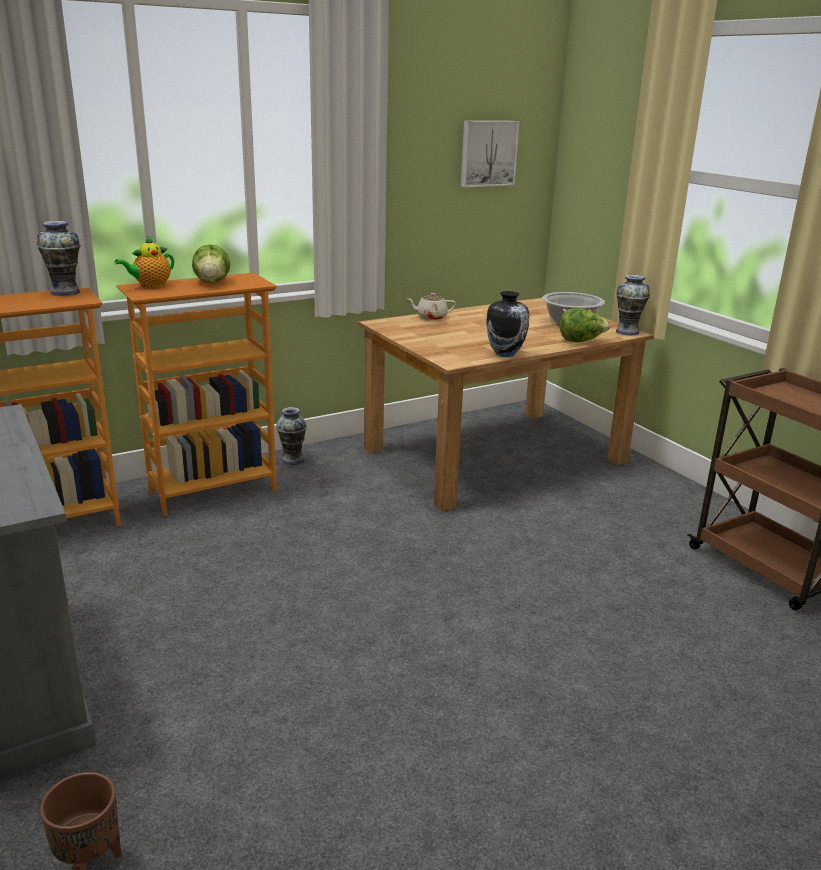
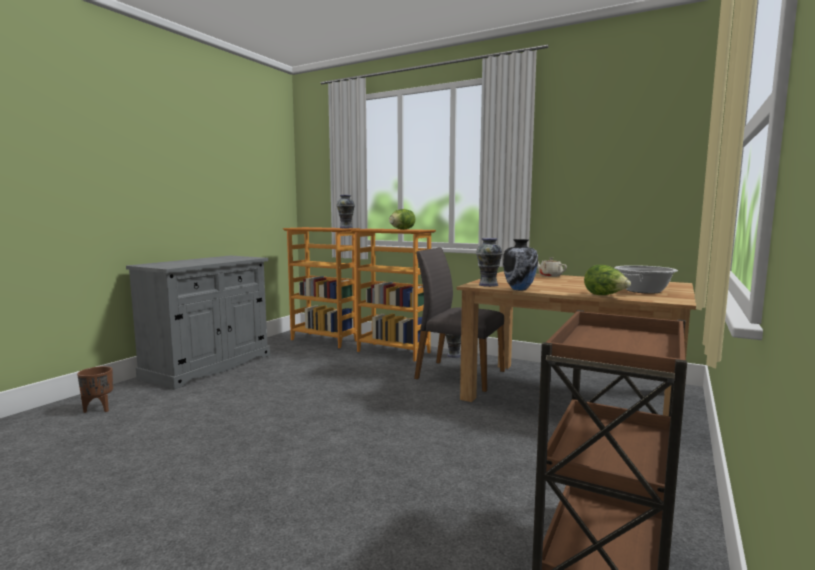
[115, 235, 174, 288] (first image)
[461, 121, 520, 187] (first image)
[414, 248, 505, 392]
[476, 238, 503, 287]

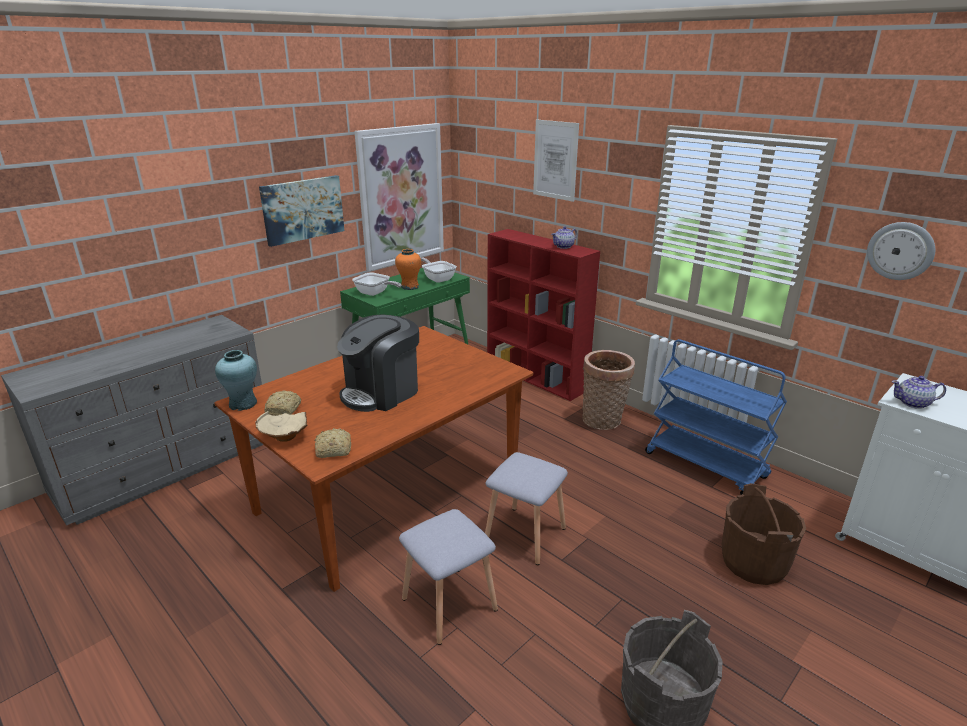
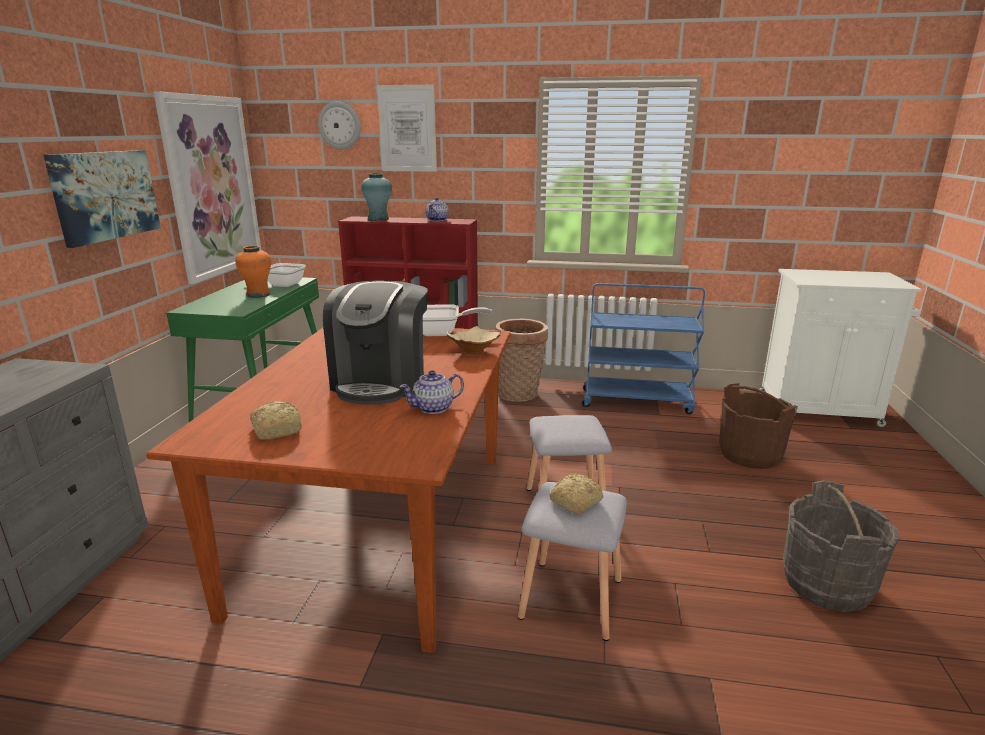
[361, 173, 392, 221]
[447, 326, 501, 354]
[549, 473, 603, 514]
[423, 304, 492, 336]
[318, 102, 361, 149]
[399, 370, 464, 414]

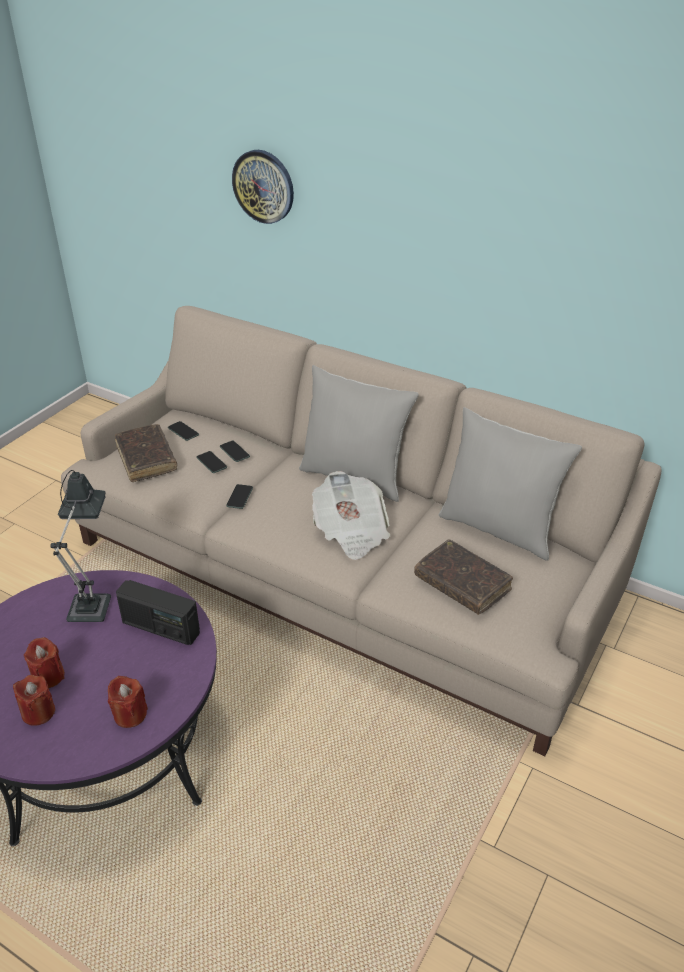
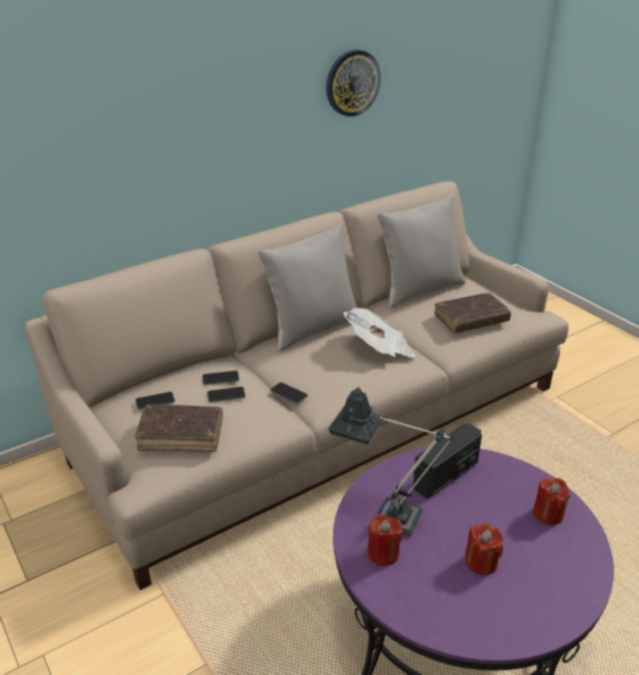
[367, 514, 403, 566]
[326, 50, 381, 117]

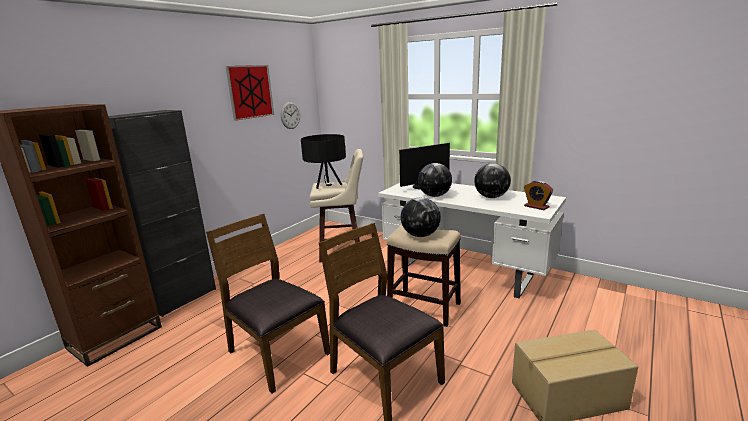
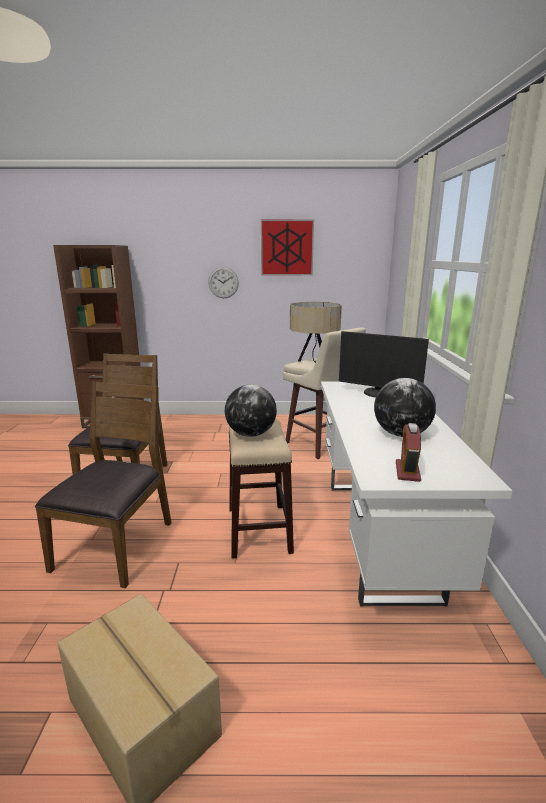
[108, 110, 216, 317] (first image)
[418, 163, 452, 197] (first image)
[208, 267, 239, 298]
[290, 302, 342, 363]

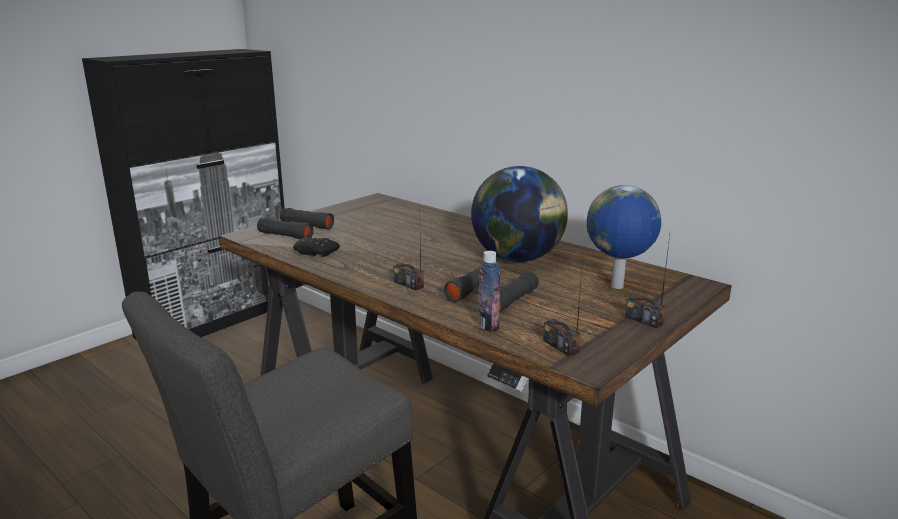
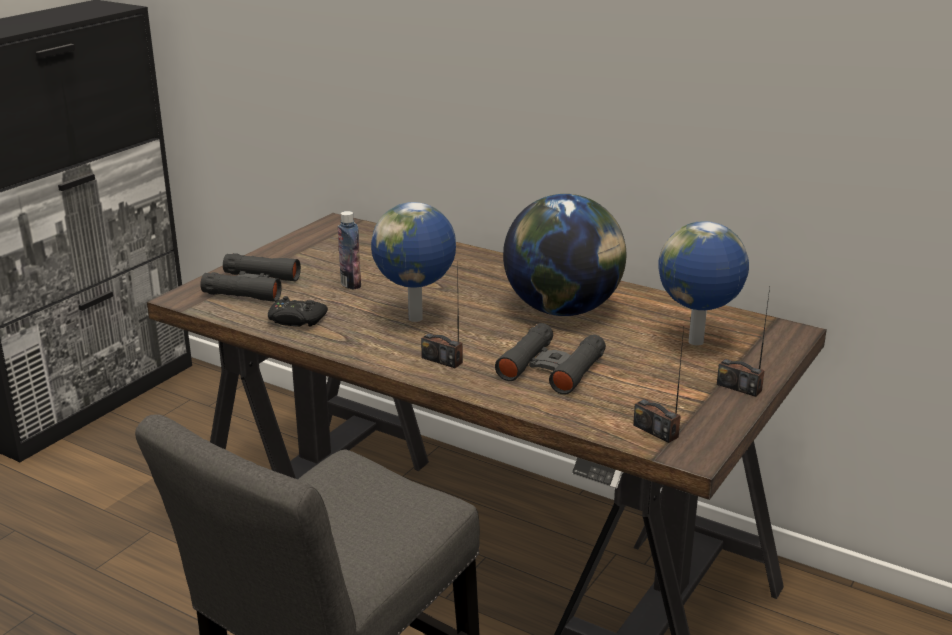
[371, 202, 456, 322]
[338, 211, 361, 290]

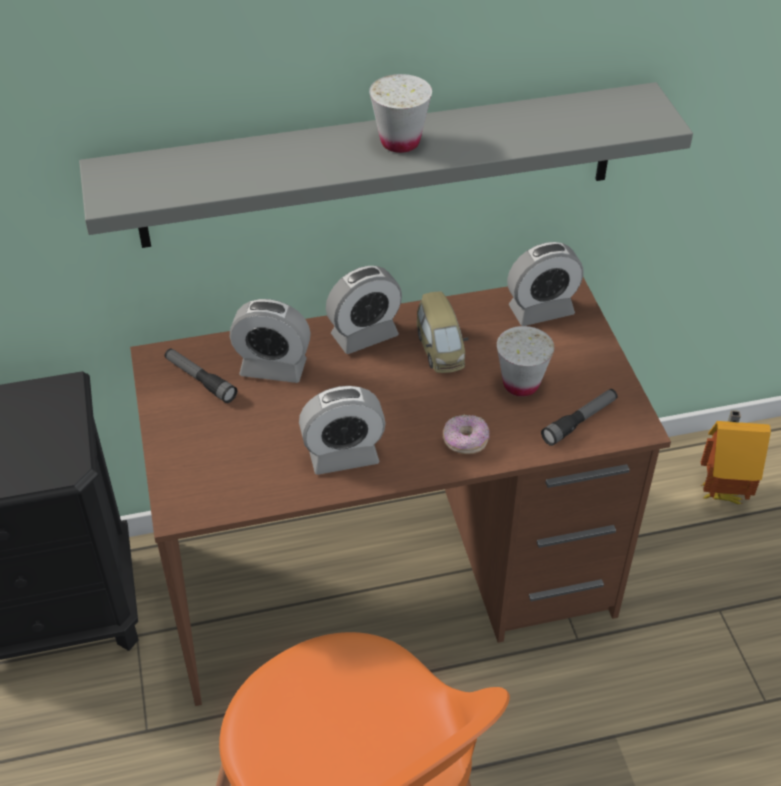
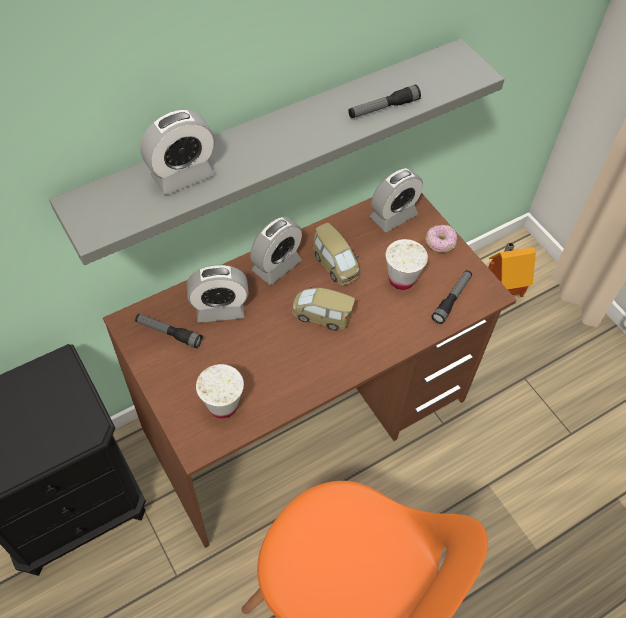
[292, 285, 355, 331]
[348, 84, 421, 118]
[140, 110, 215, 195]
[196, 364, 244, 418]
[425, 225, 457, 252]

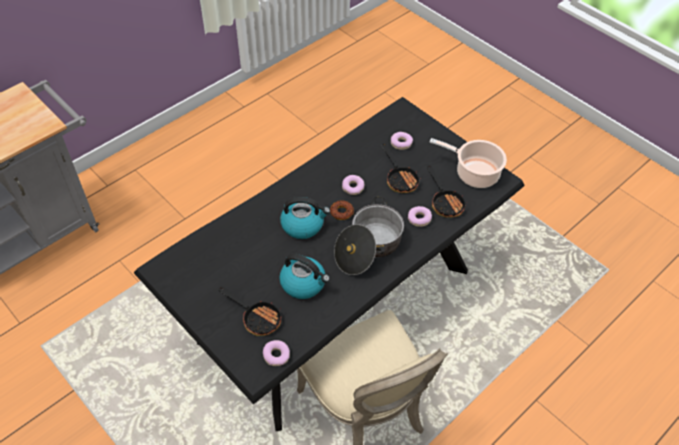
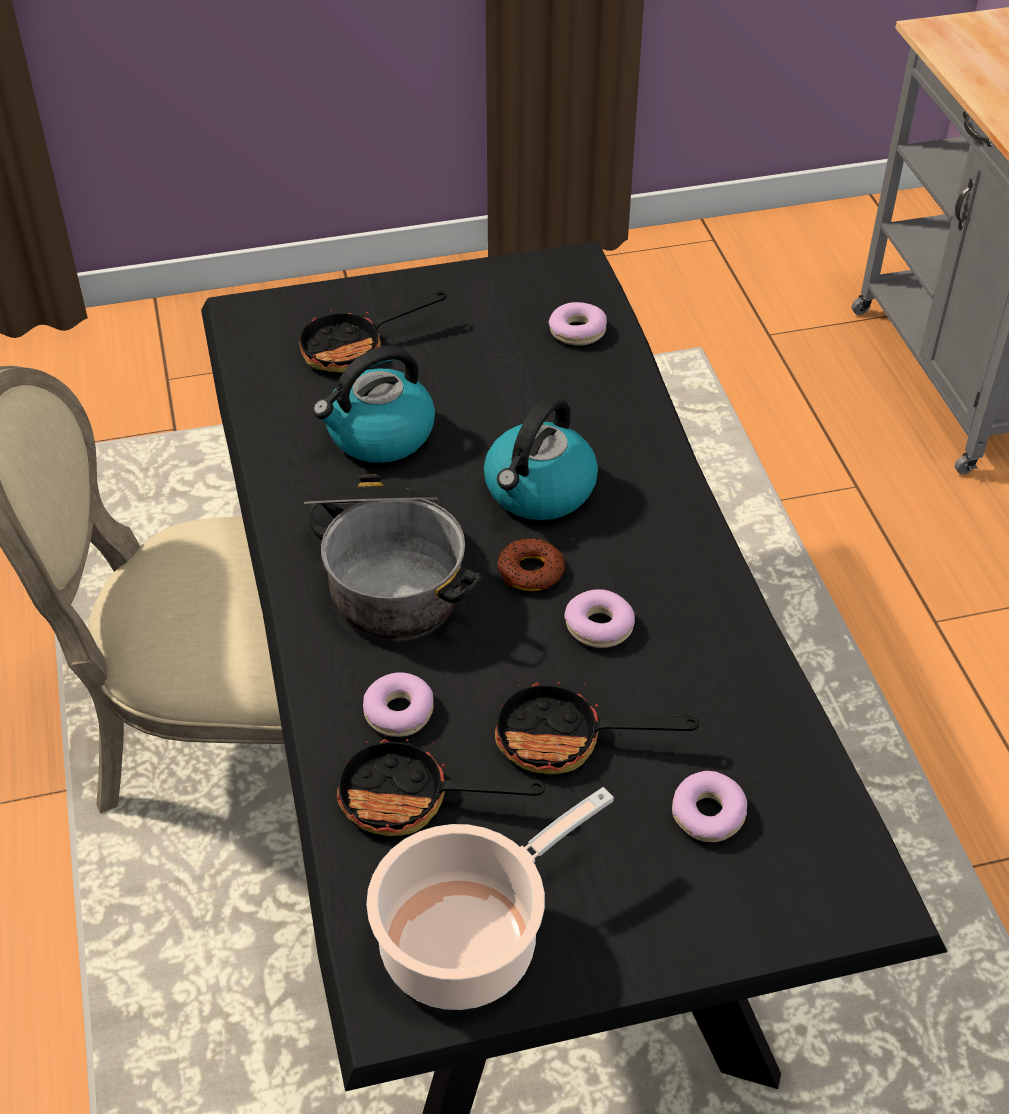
[548, 302, 607, 346]

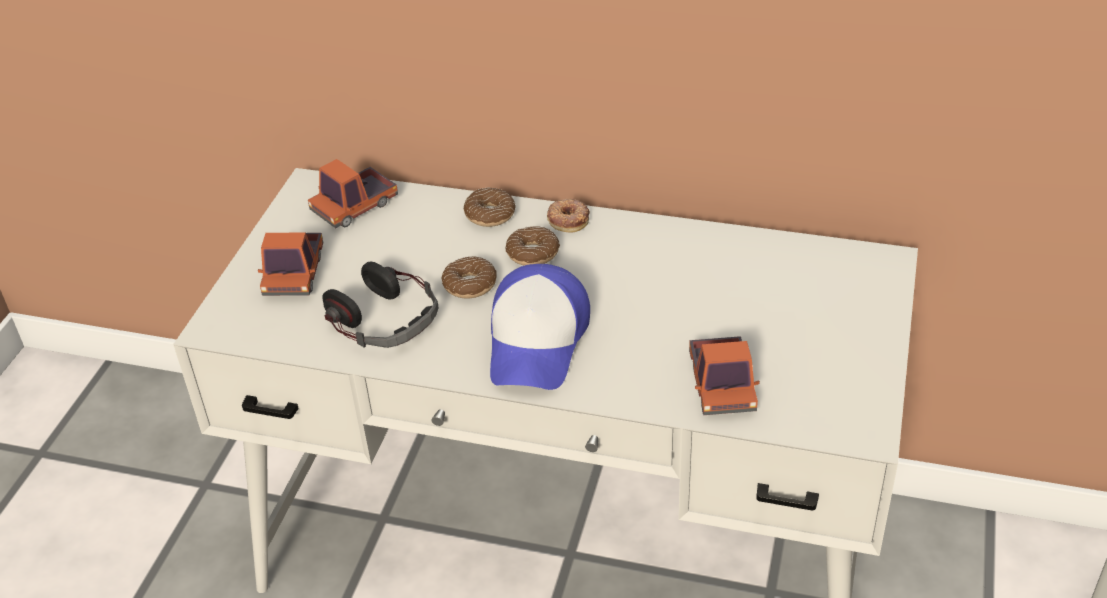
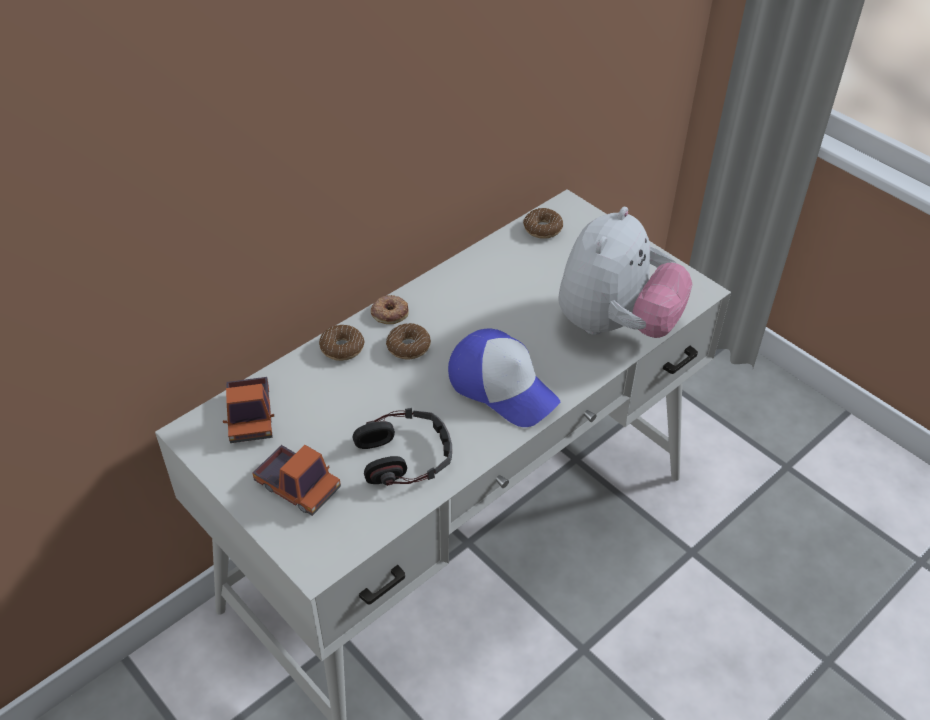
[523, 208, 563, 239]
[558, 207, 693, 338]

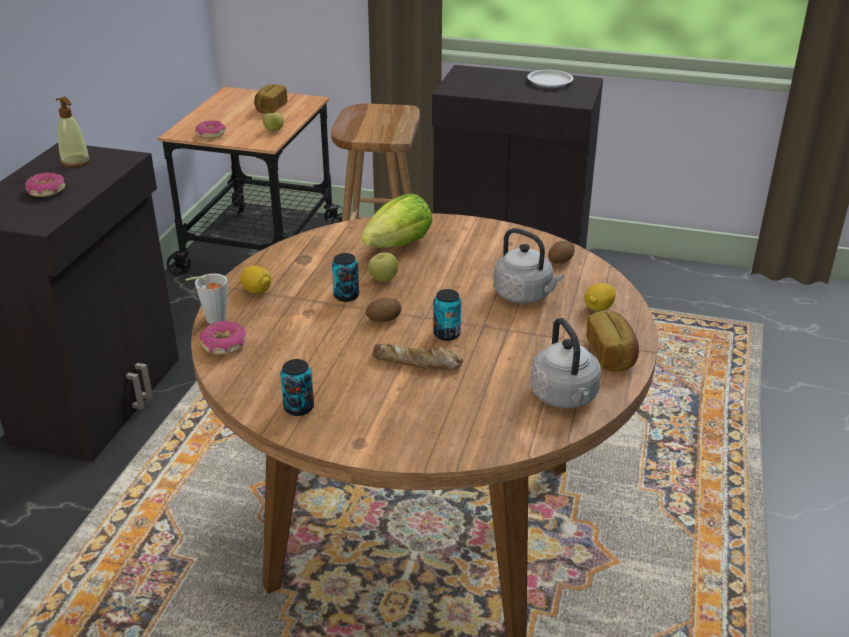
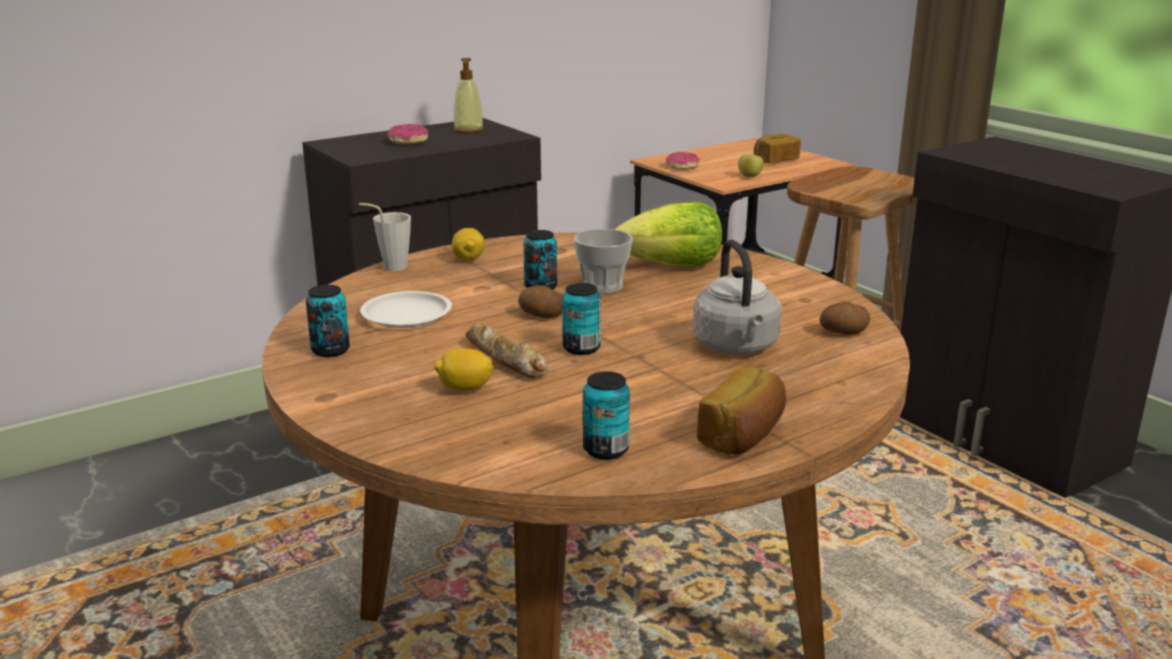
[199, 321, 246, 355] (first image)
[360, 291, 452, 328]
[434, 348, 494, 391]
[574, 229, 633, 294]
[583, 371, 630, 460]

